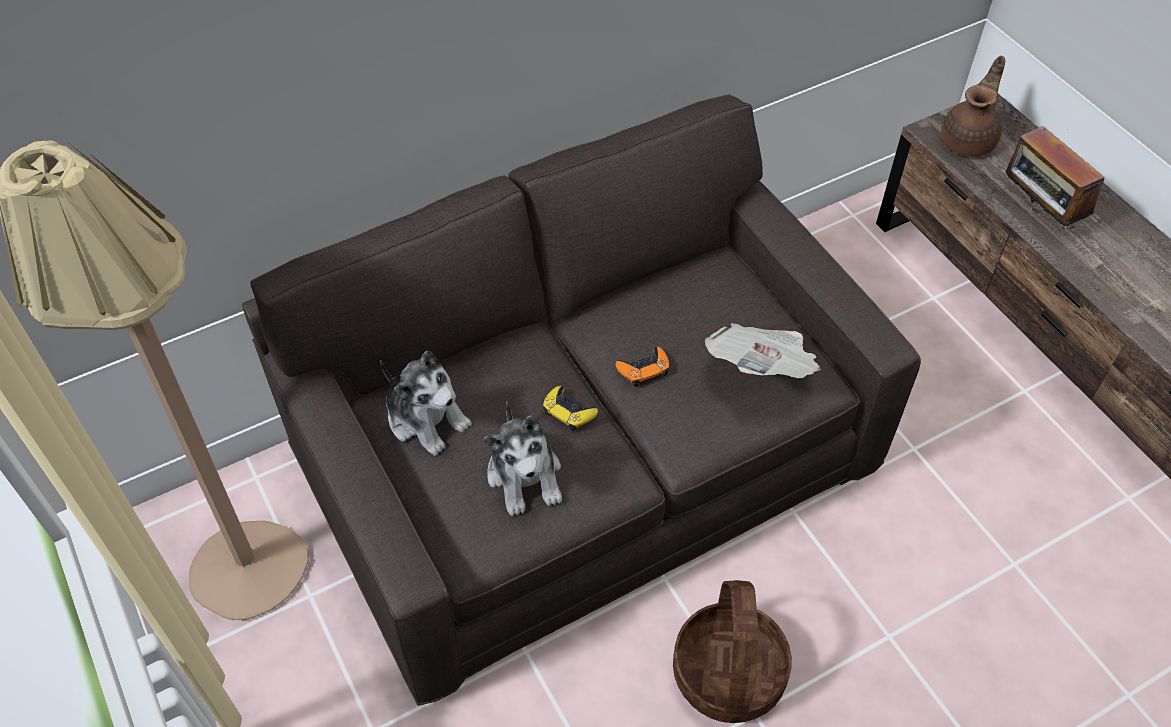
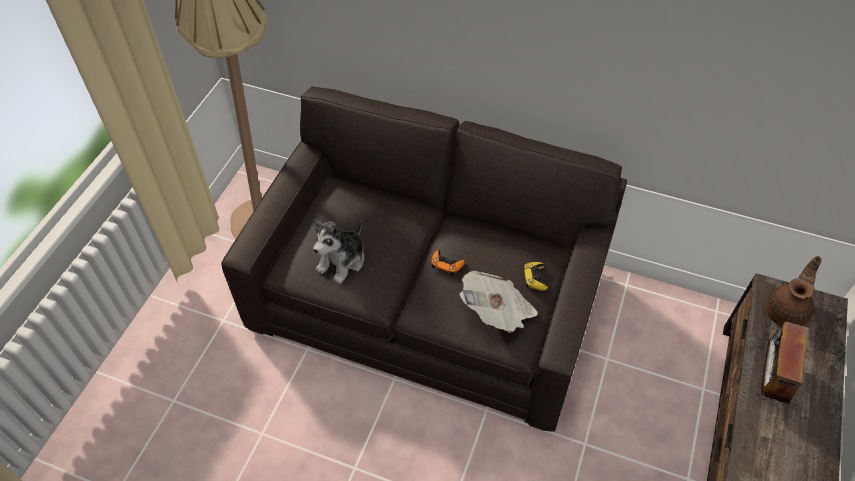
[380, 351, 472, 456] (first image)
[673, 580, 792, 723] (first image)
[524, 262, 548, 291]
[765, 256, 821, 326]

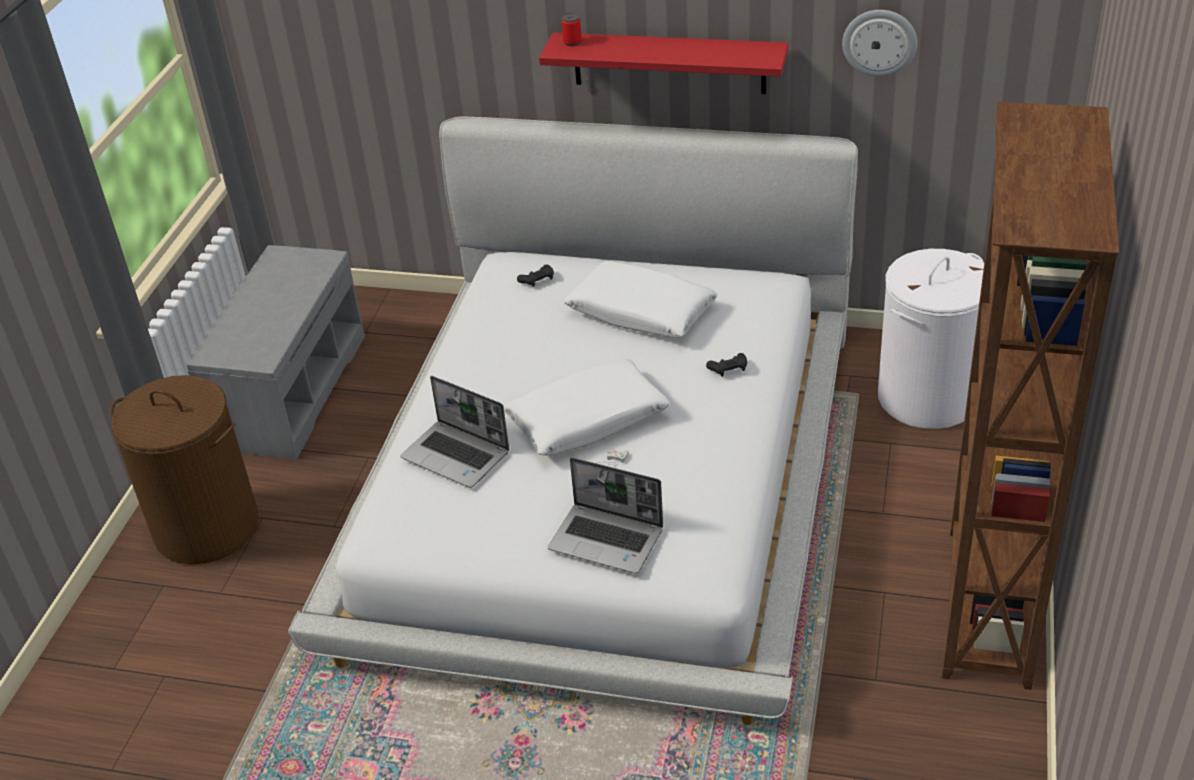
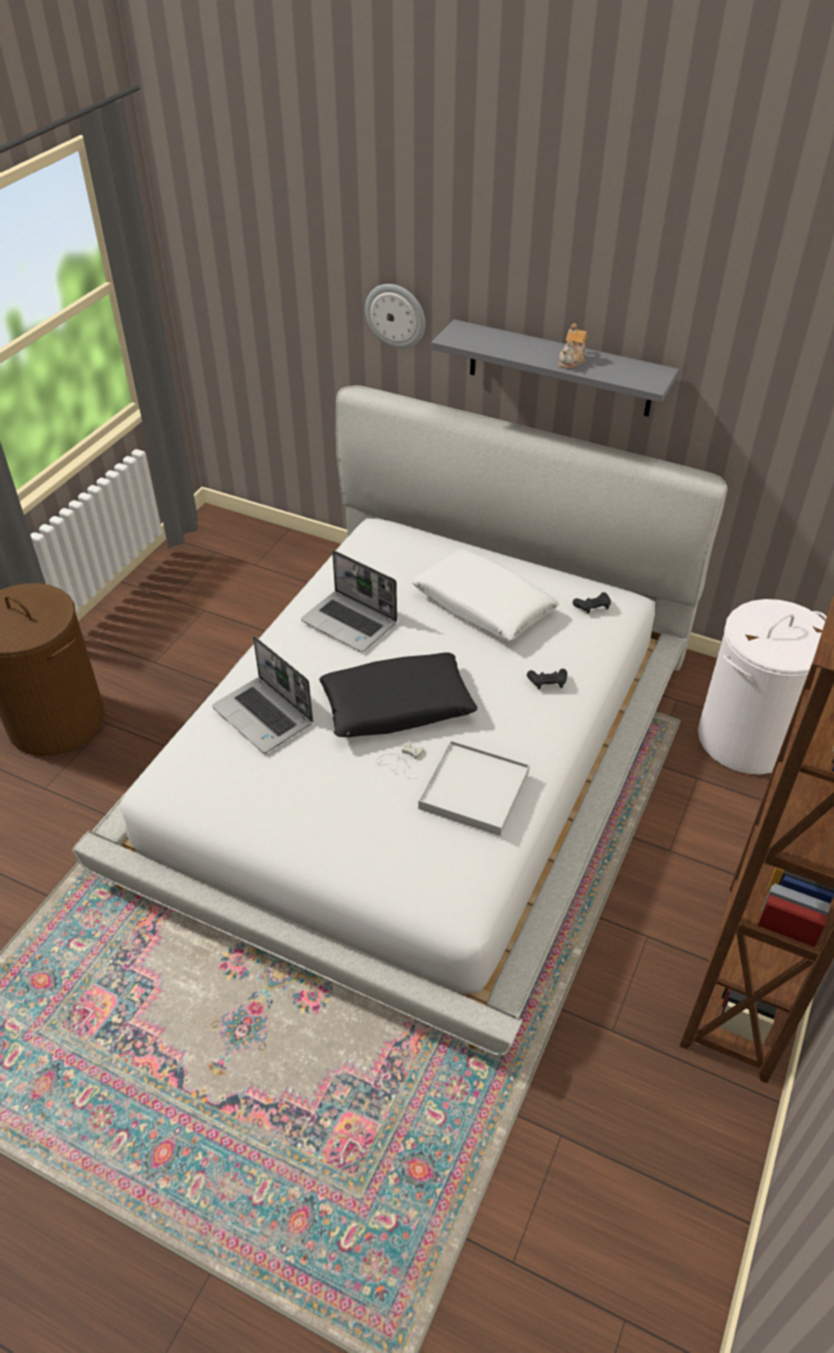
[186, 245, 365, 459] (first image)
[561, 13, 582, 46] (first image)
[418, 740, 530, 836]
[558, 323, 587, 369]
[573, 592, 611, 614]
[301, 550, 397, 652]
[365, 284, 425, 349]
[319, 652, 477, 737]
[431, 319, 679, 416]

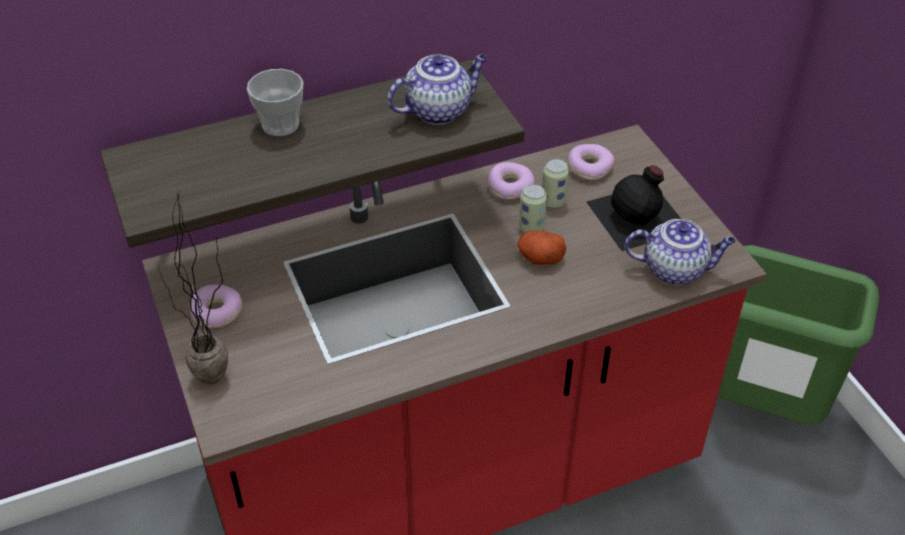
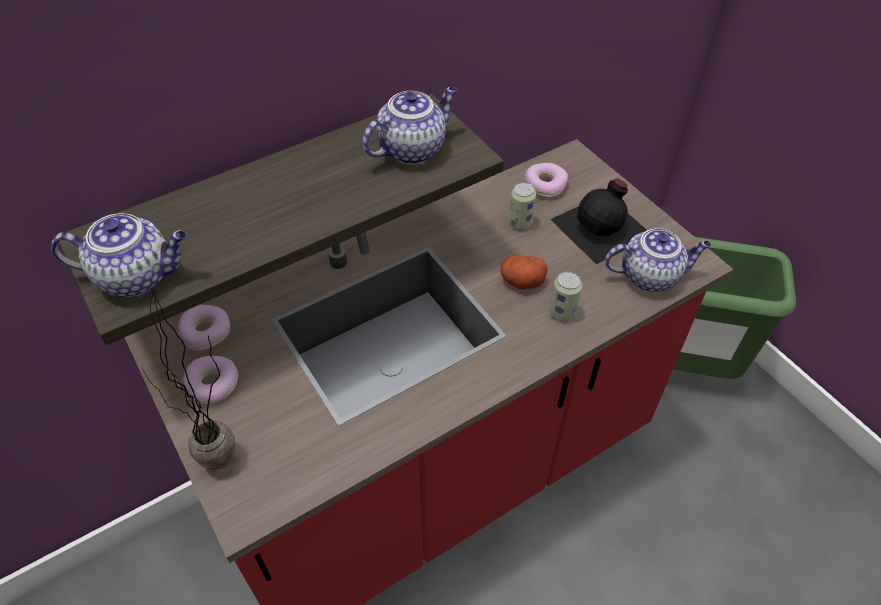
[247, 69, 303, 136] (first image)
[51, 213, 187, 297]
[178, 305, 230, 351]
[549, 272, 582, 321]

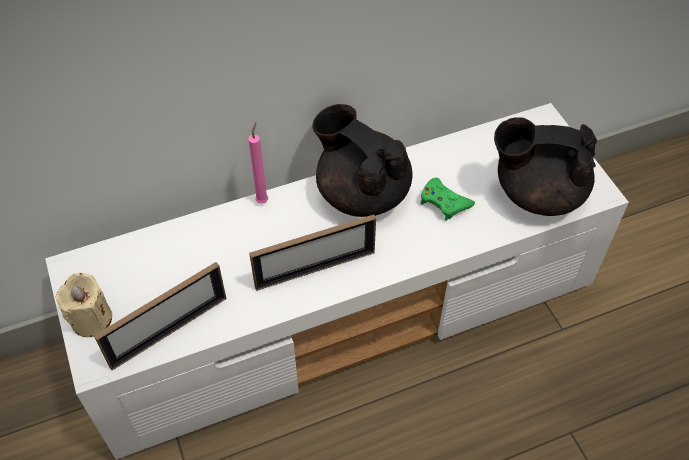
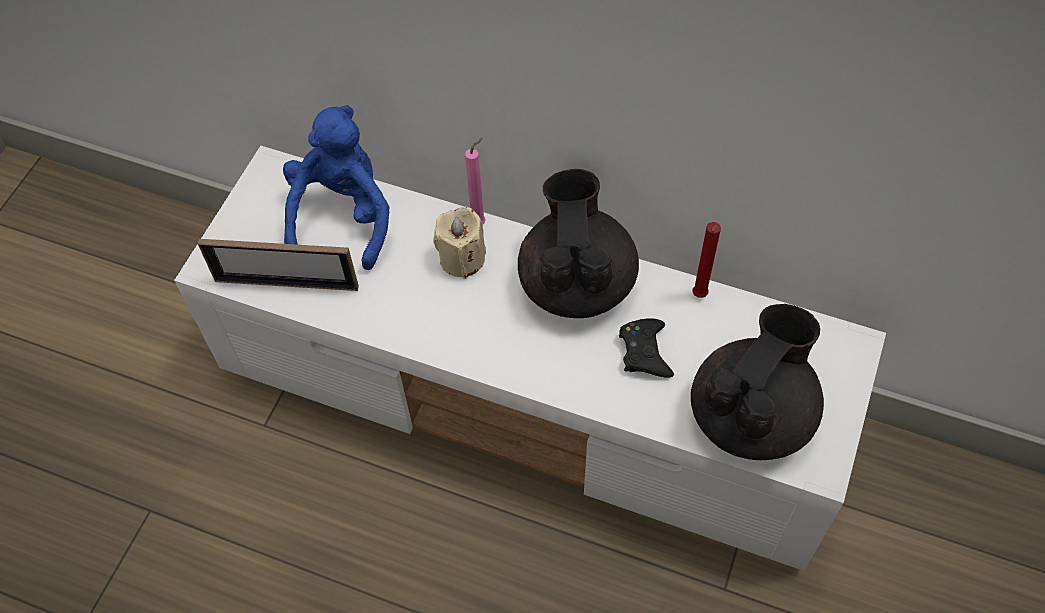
[249, 215, 376, 291] (first image)
[283, 105, 390, 270]
[692, 222, 721, 298]
[433, 206, 486, 279]
[619, 318, 674, 378]
[691, 304, 824, 460]

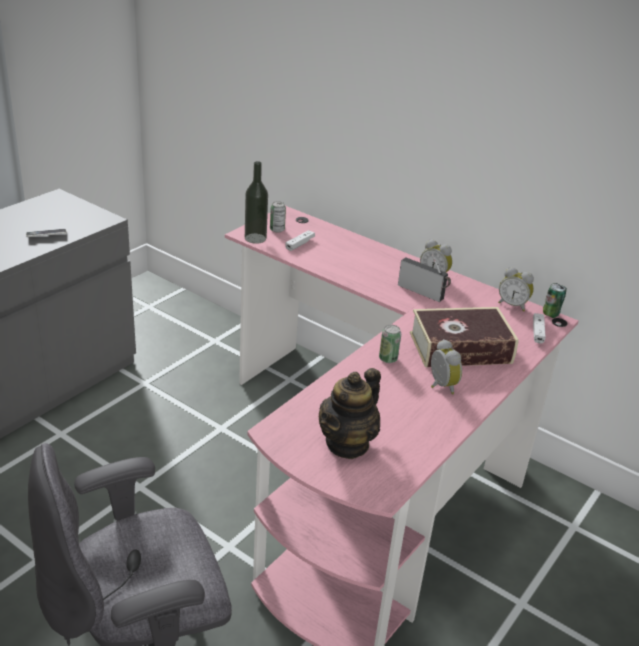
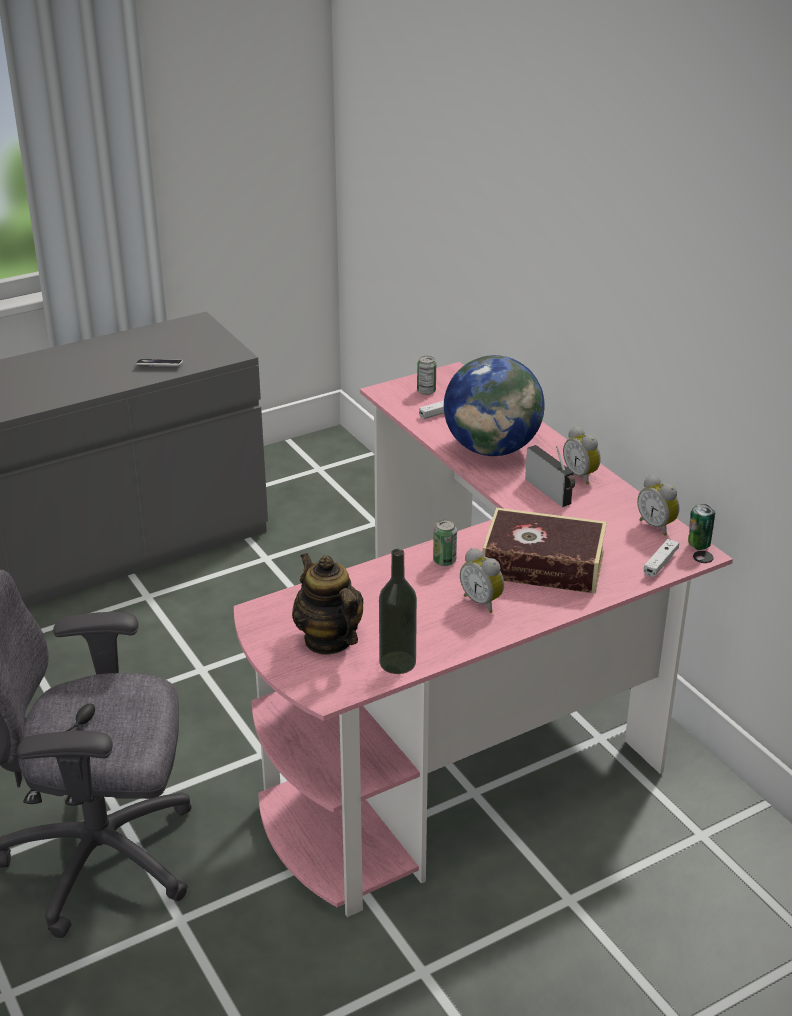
[444, 355, 545, 456]
[379, 549, 417, 674]
[292, 553, 364, 655]
[460, 548, 504, 613]

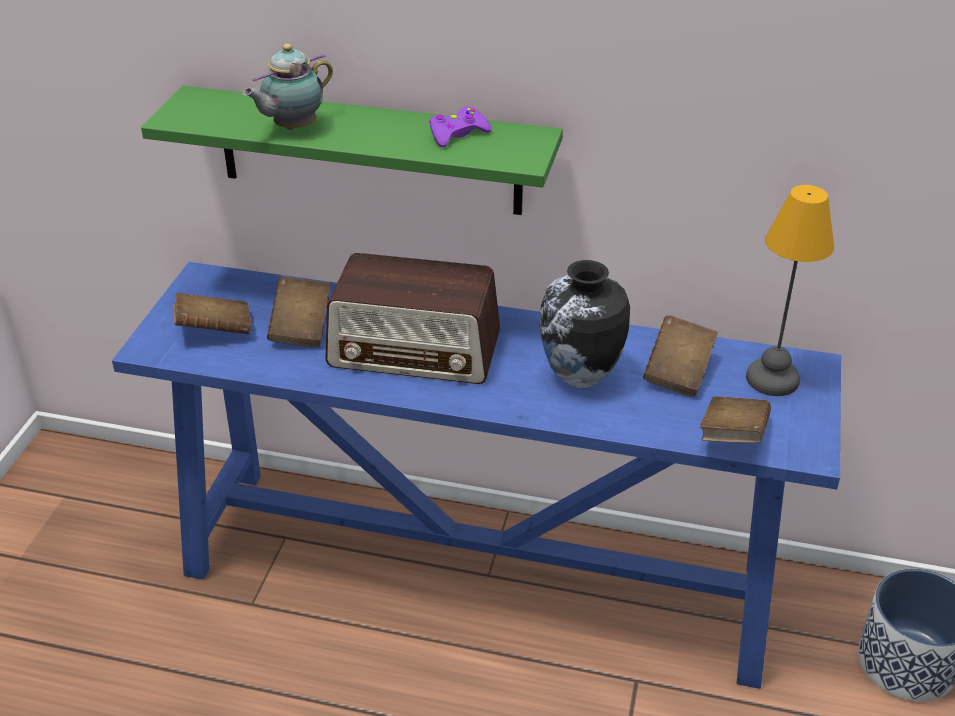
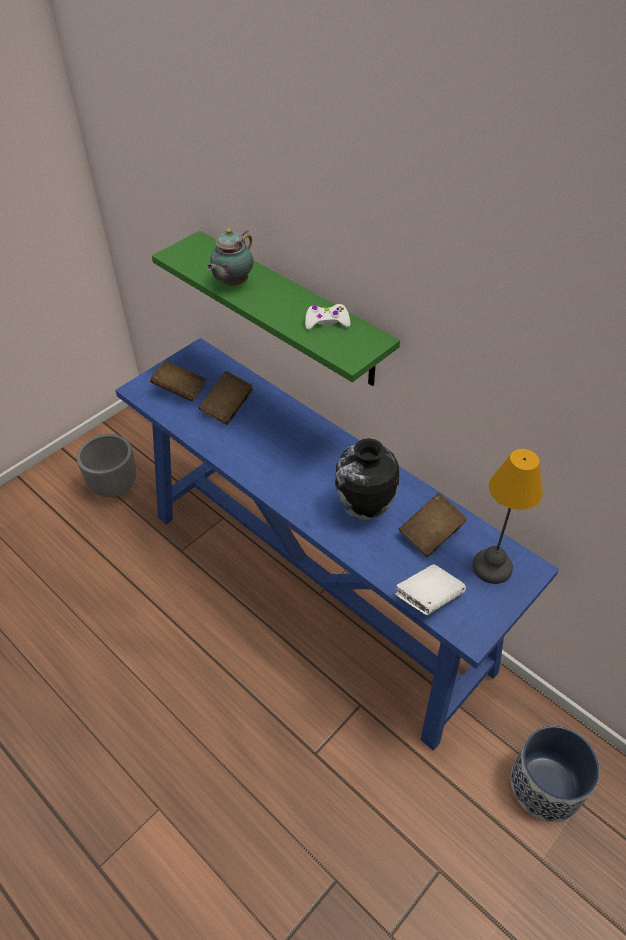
[325, 253, 500, 384] (first image)
[77, 434, 136, 498]
[305, 304, 350, 330]
[396, 564, 466, 615]
[206, 228, 253, 286]

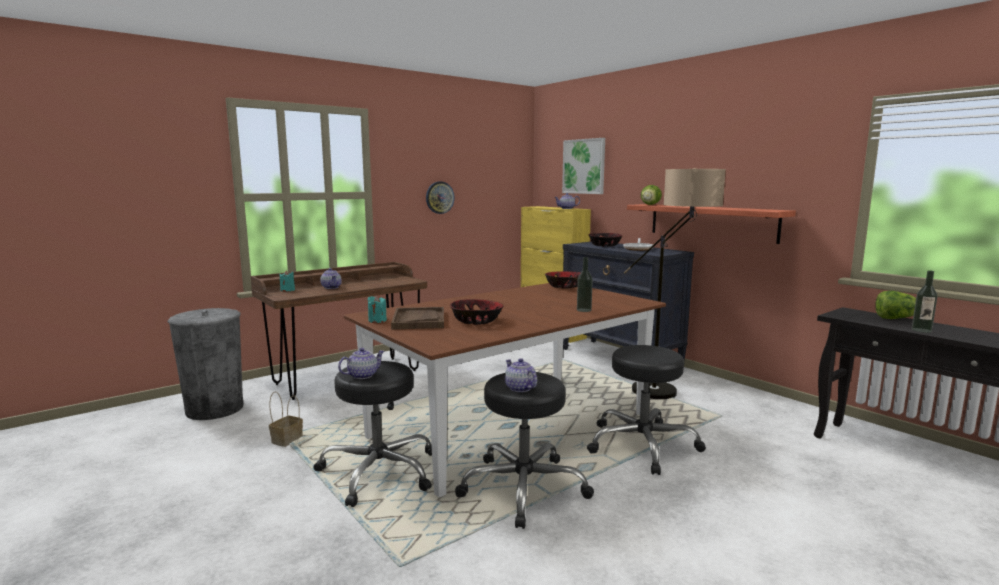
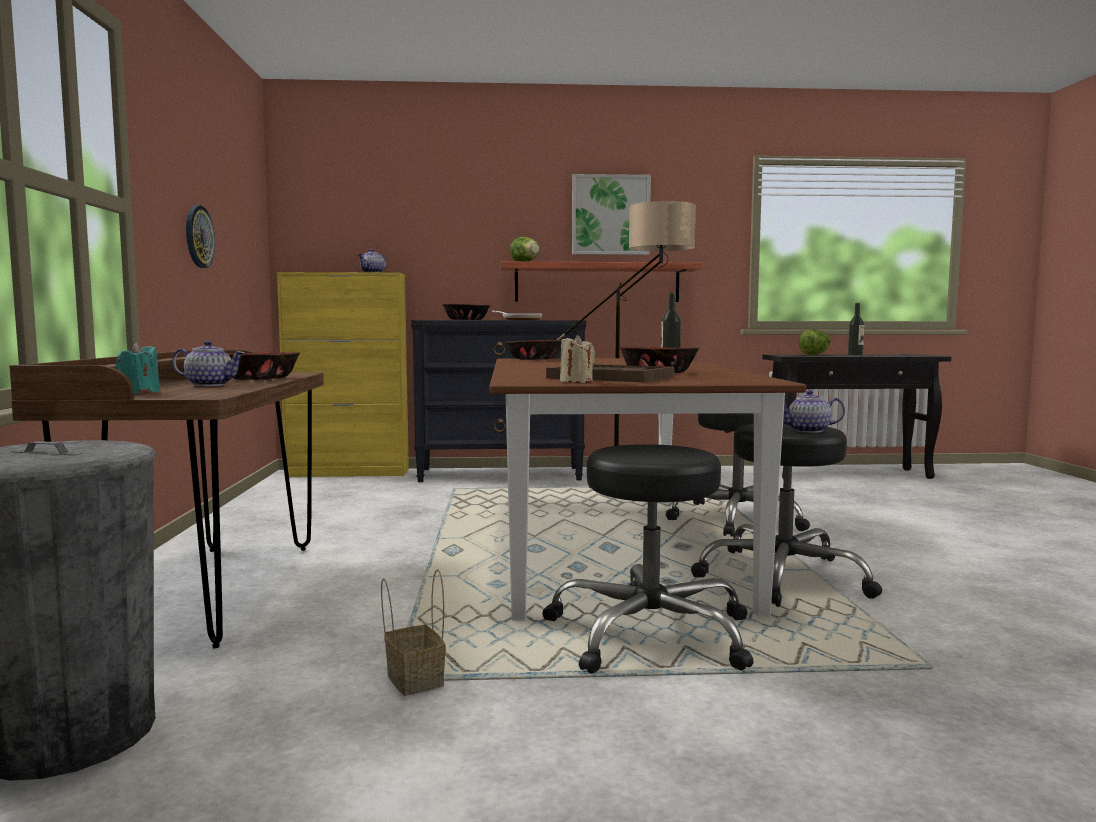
[338, 348, 385, 379] (first image)
[228, 352, 300, 380]
[572, 174, 651, 255]
[560, 335, 595, 383]

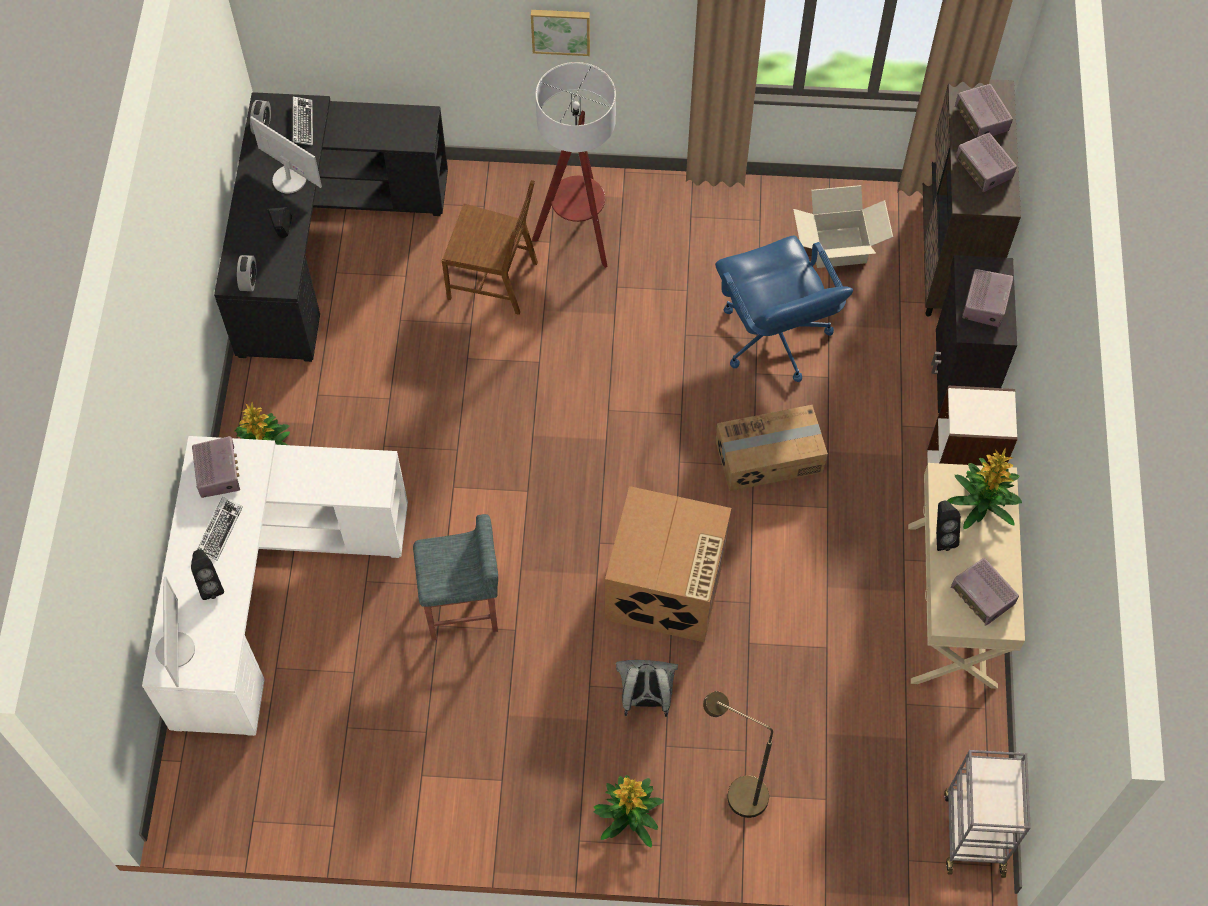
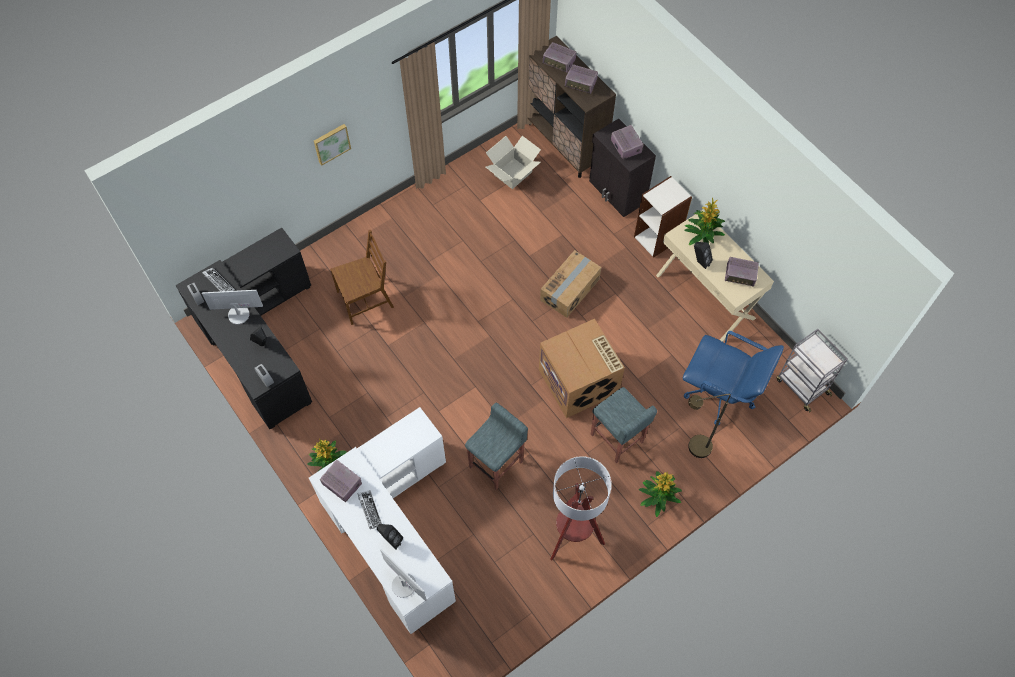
[551, 456, 612, 560]
[683, 331, 784, 425]
[591, 387, 657, 463]

